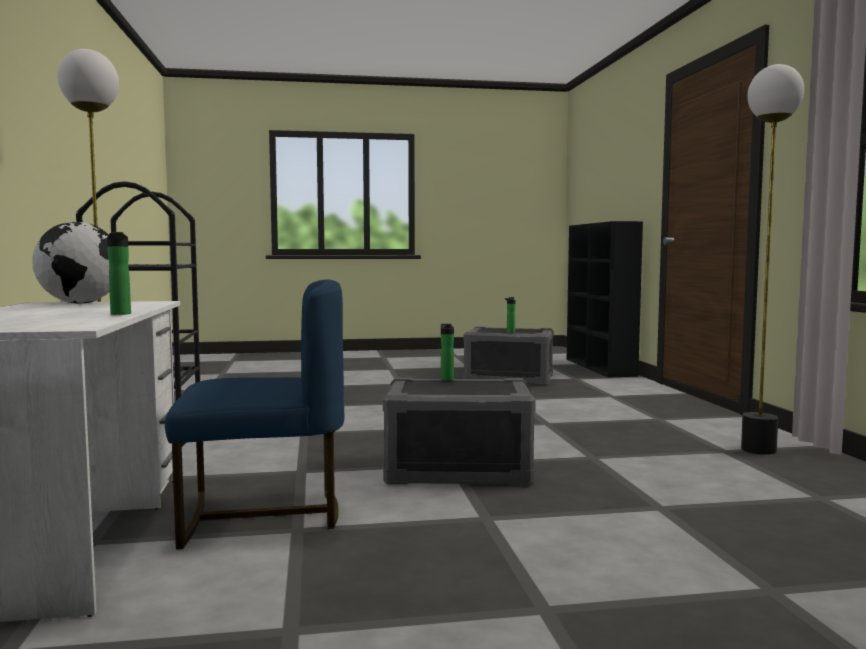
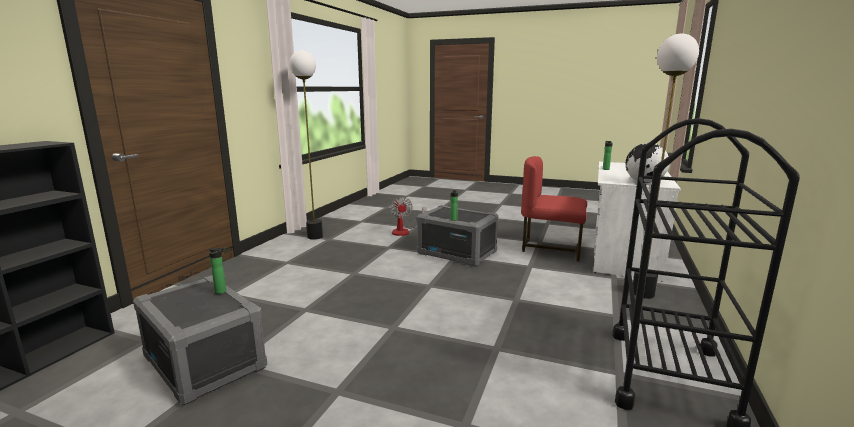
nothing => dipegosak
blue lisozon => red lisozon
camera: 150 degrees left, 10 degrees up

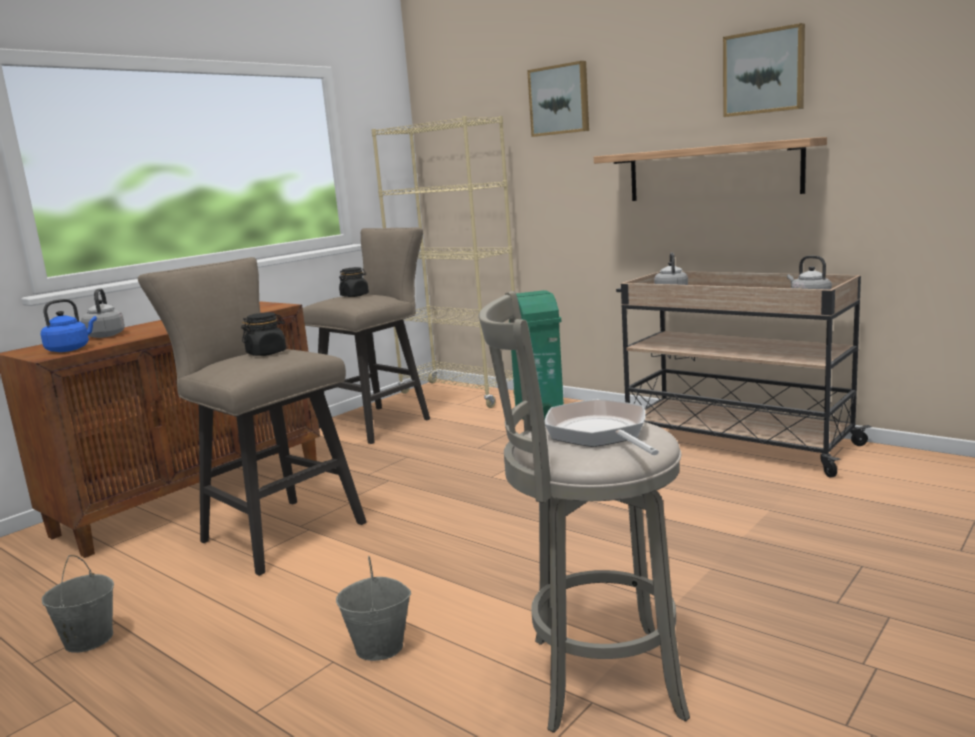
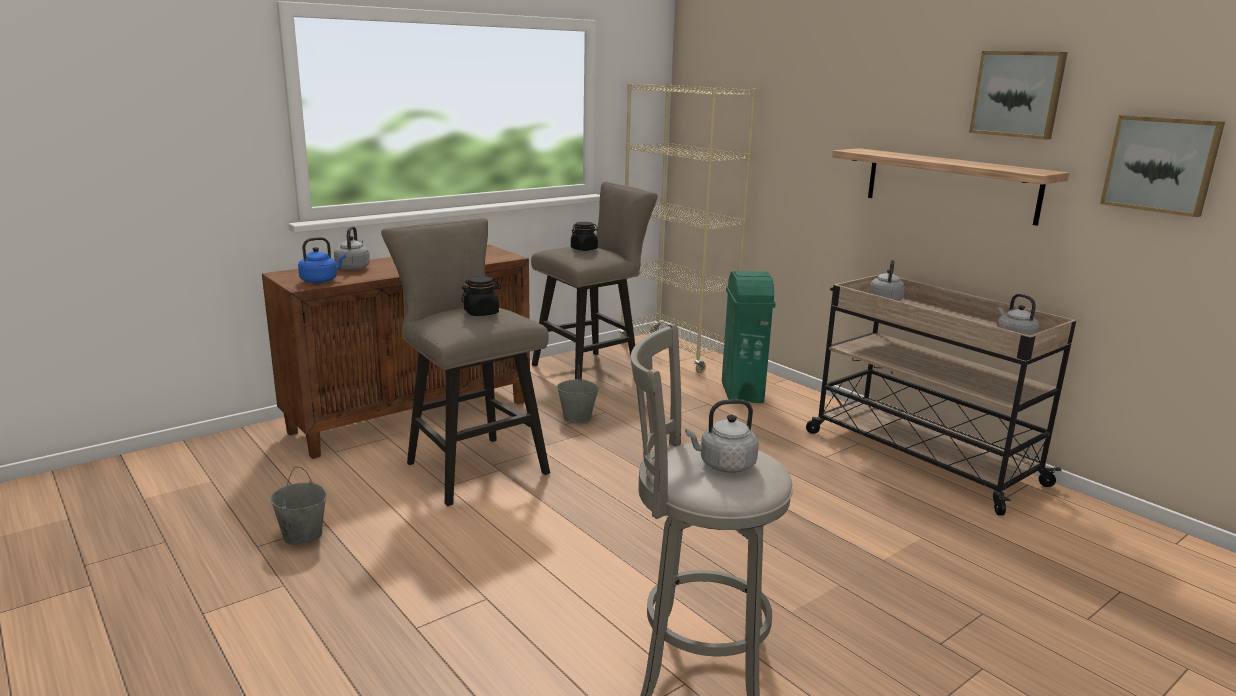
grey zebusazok (no. 2 from left), shifted
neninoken => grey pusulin (no. 2 from left)
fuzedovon (no. 1 from left in the first image) => fuzedovon (no. 2 from left), shifted
camera: 10 degrees right, 5 degrees up

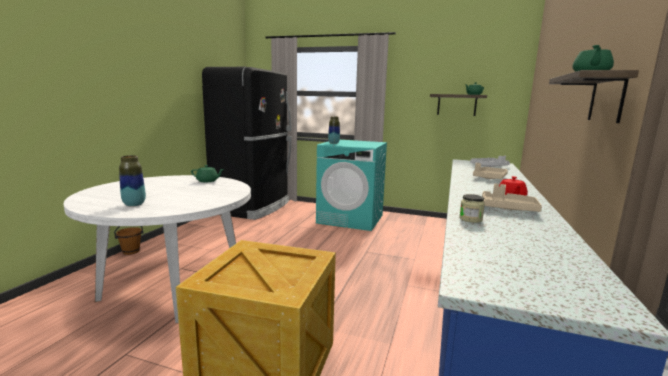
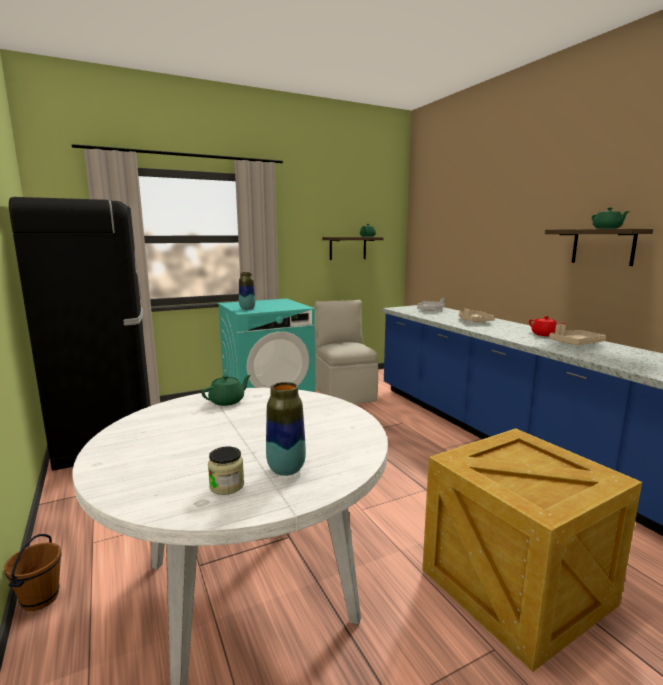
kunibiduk, shifted
nothing => beige lisozon
camera: 45 degrees left, 0 degrees up

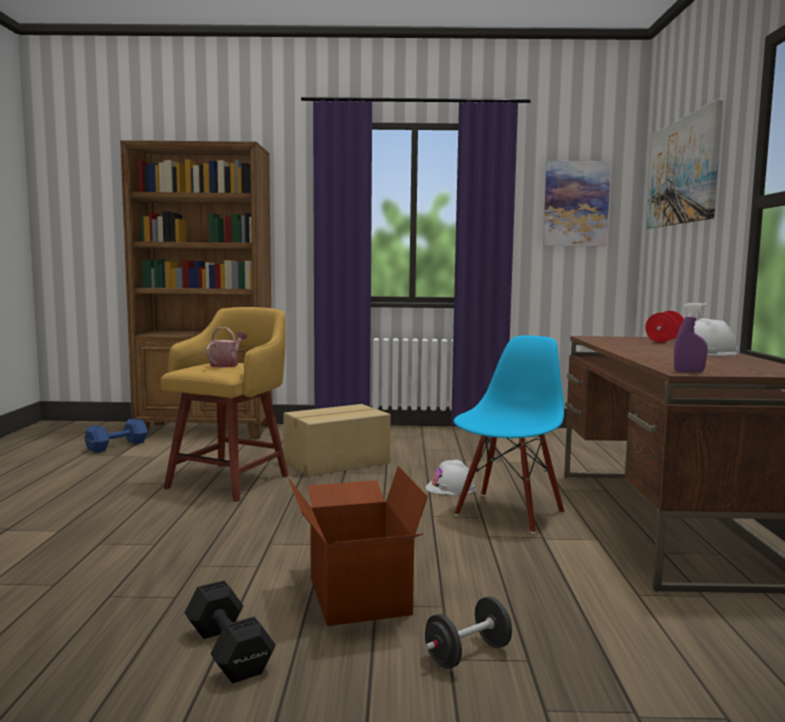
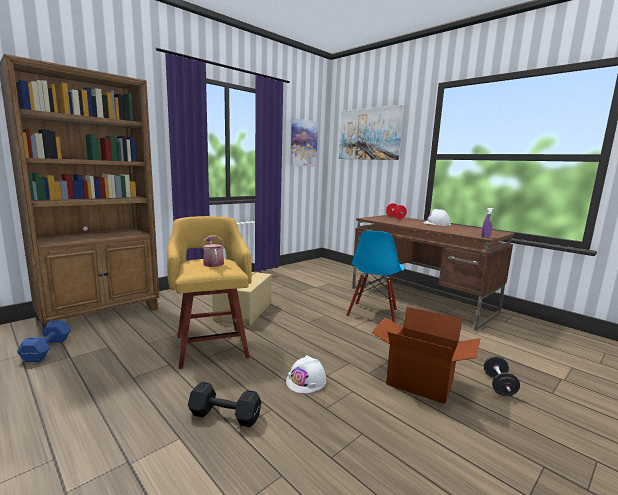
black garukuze (no. 1 from left), shifted
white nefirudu (no. 1 from left), shifted
blue lisozon, 150 degrees counterclockwise
camera: 45 degrees left, 5 degrees up

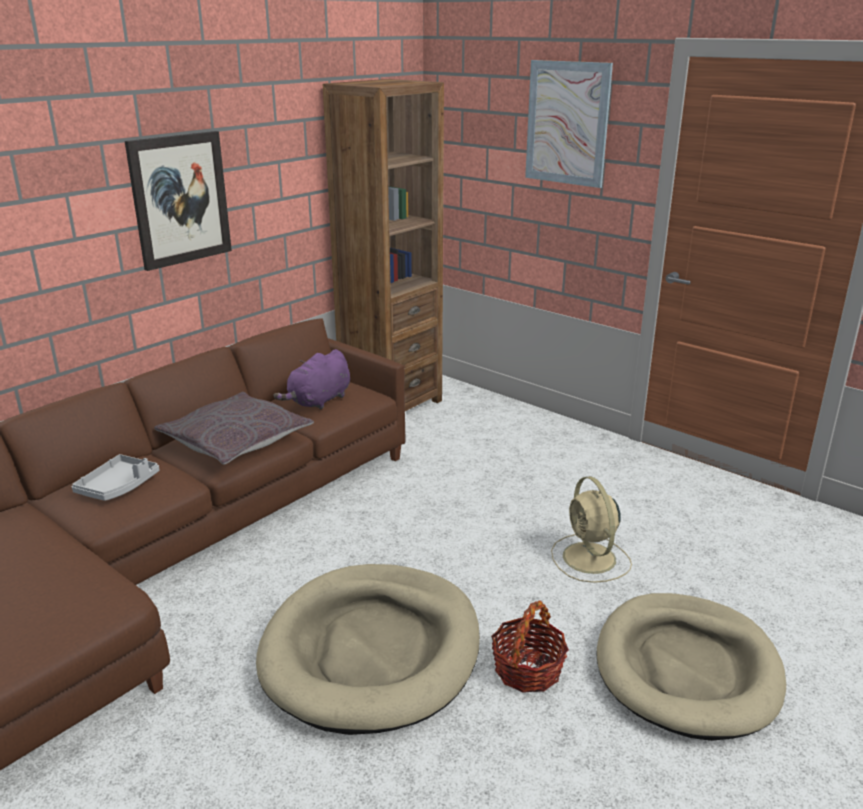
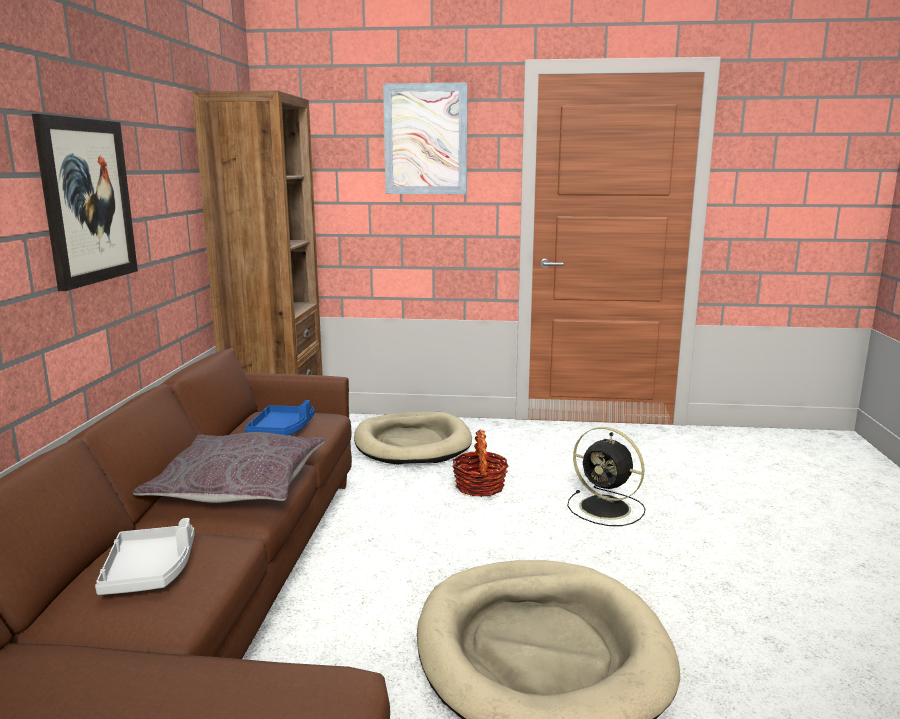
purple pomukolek => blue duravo
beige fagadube (no. 2 from left in the first image) => beige fagadube (no. 1 from left), shifted
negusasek, shifted
beige dipegosak => black dipegosak
camera: 35 degrees left, 10 degrees down

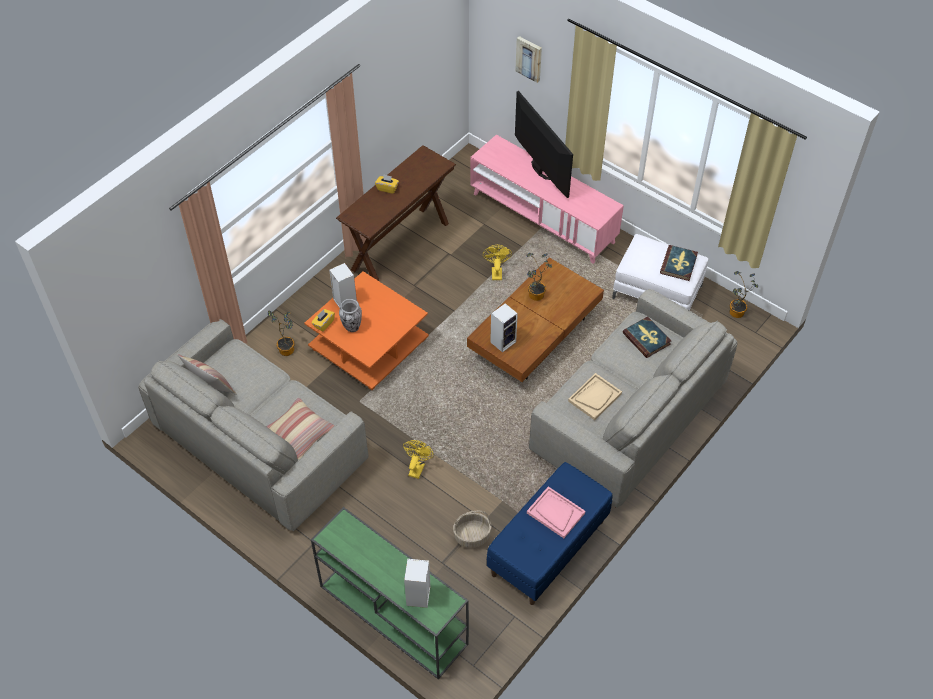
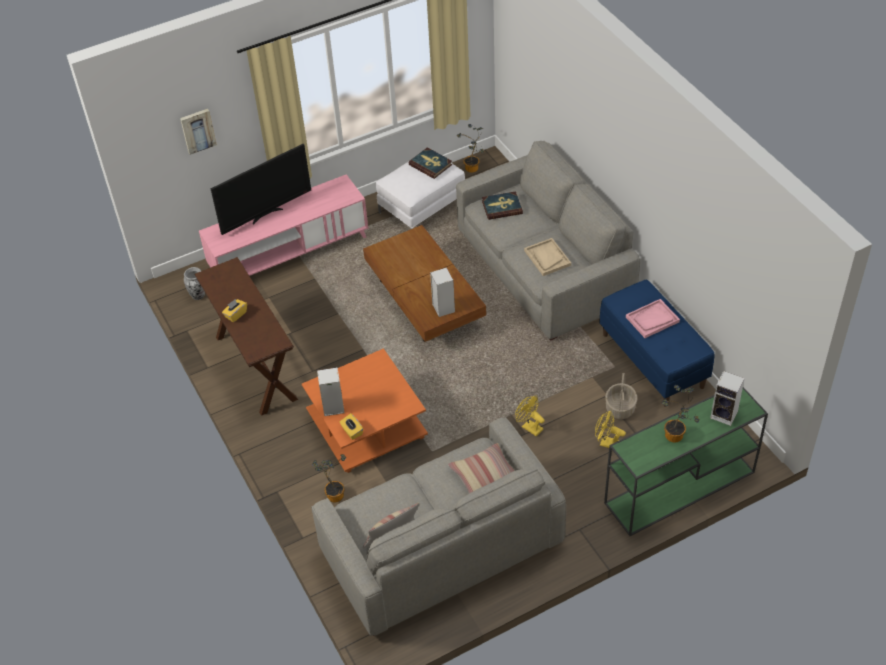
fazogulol, shifted
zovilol, 150 degrees clockwise
yellow dipegosak (no. 2 from left), shifted
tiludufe (no. 2 from left in the first image) => tiludufe (no. 3 from left), shifted
camera: 65 degrees left, 5 degrees down

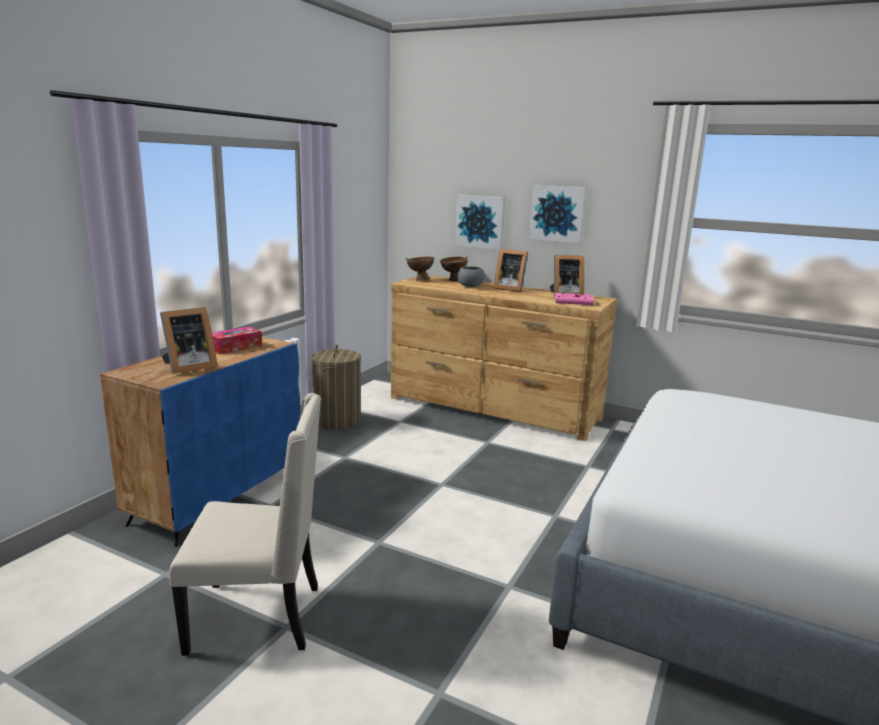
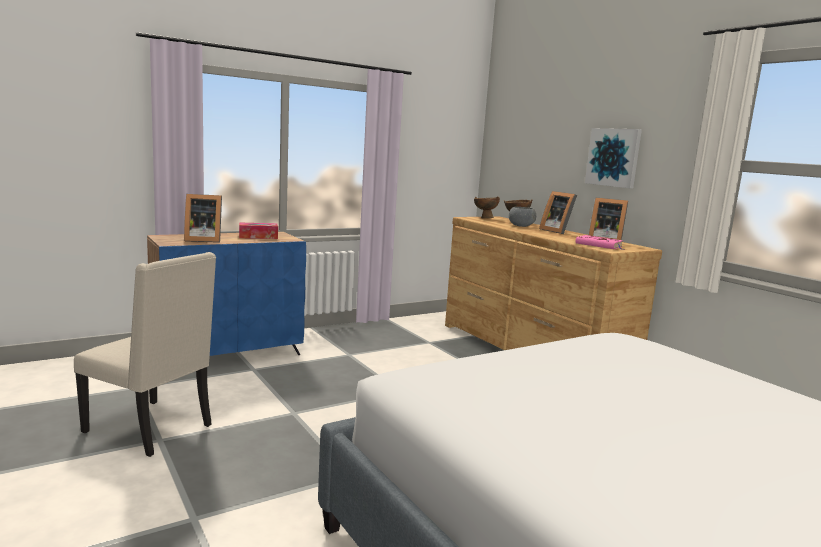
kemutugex => nothing
fuzedovon (no. 1 from left) => nothing
camera: 30 degrees right, 5 degrees down

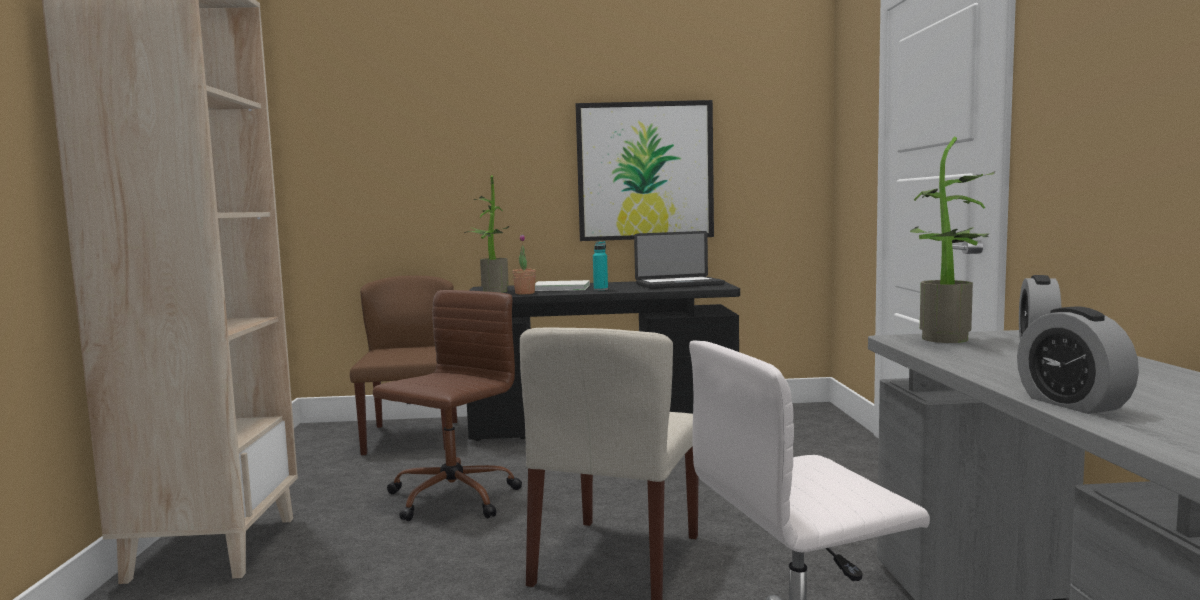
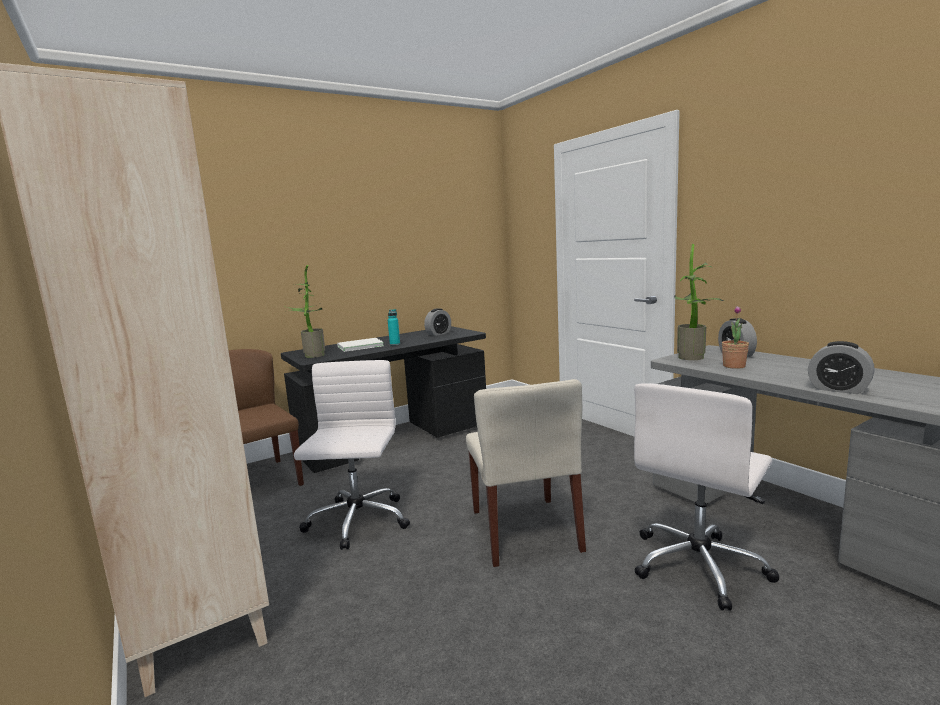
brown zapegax => white zapegax (no. 1 from left)
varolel => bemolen (no. 1 from left)
tiludufe (no. 2 from left in the first image) => tiludufe (no. 3 from left), shifted
fuzedovon => nothing
camera: 30 degrees left, 5 degrees up

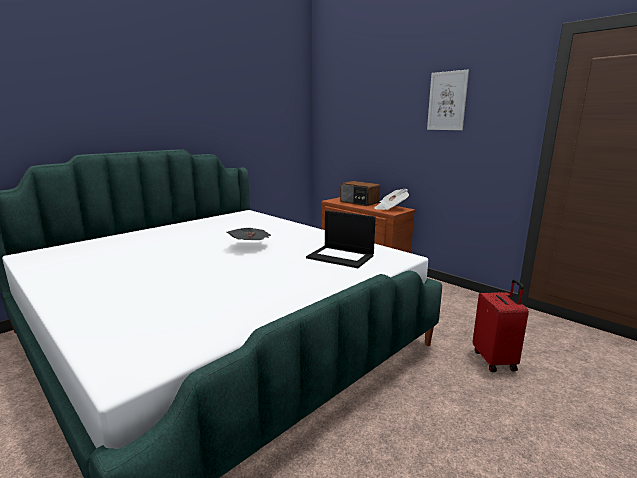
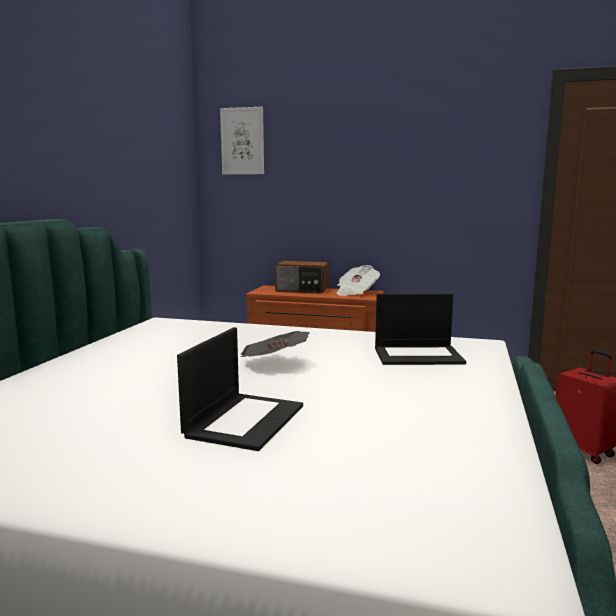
nothing => varolel (no. 1 from left)
fuzedovon, shifted
camera: 30 degrees left, 5 degrees down

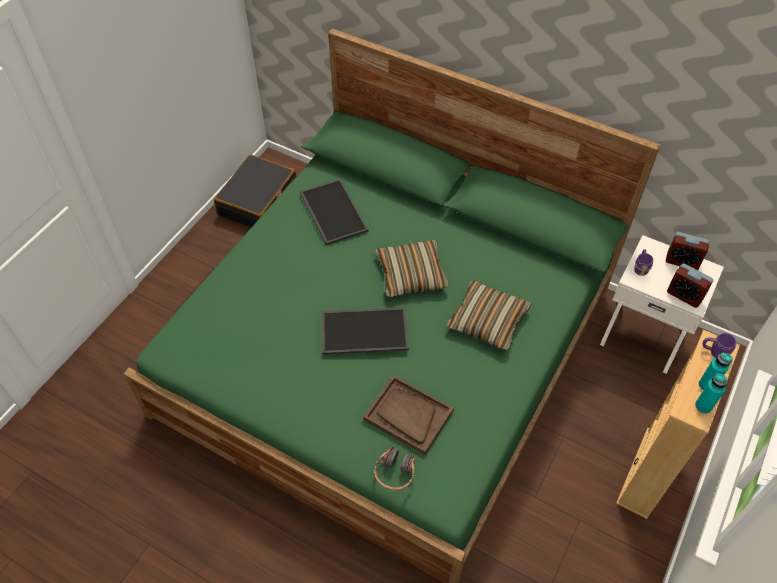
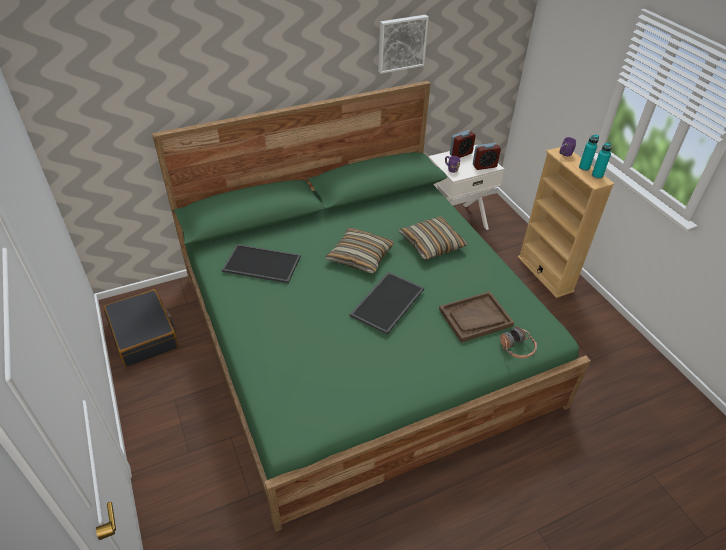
nothing => fuzedovon
camera: 55 degrees left, 10 degrees down

